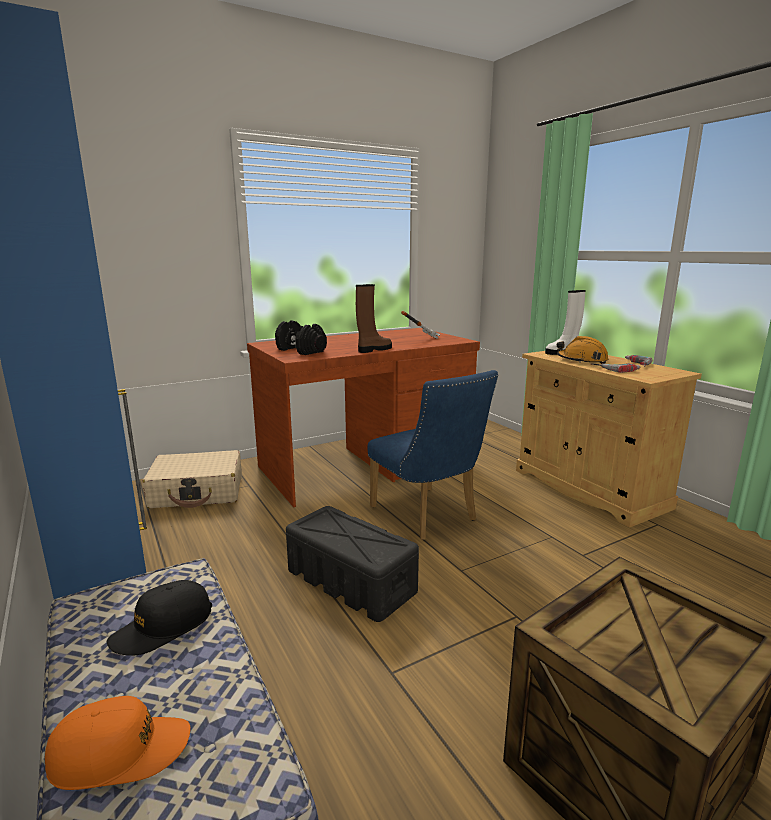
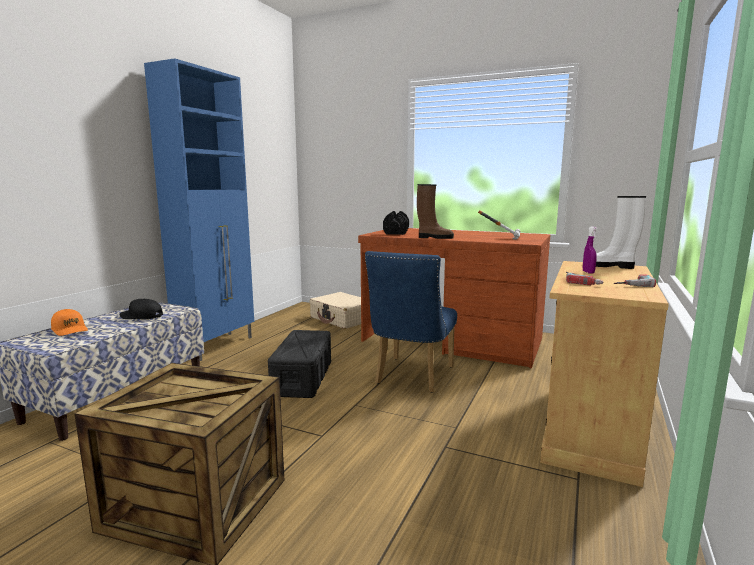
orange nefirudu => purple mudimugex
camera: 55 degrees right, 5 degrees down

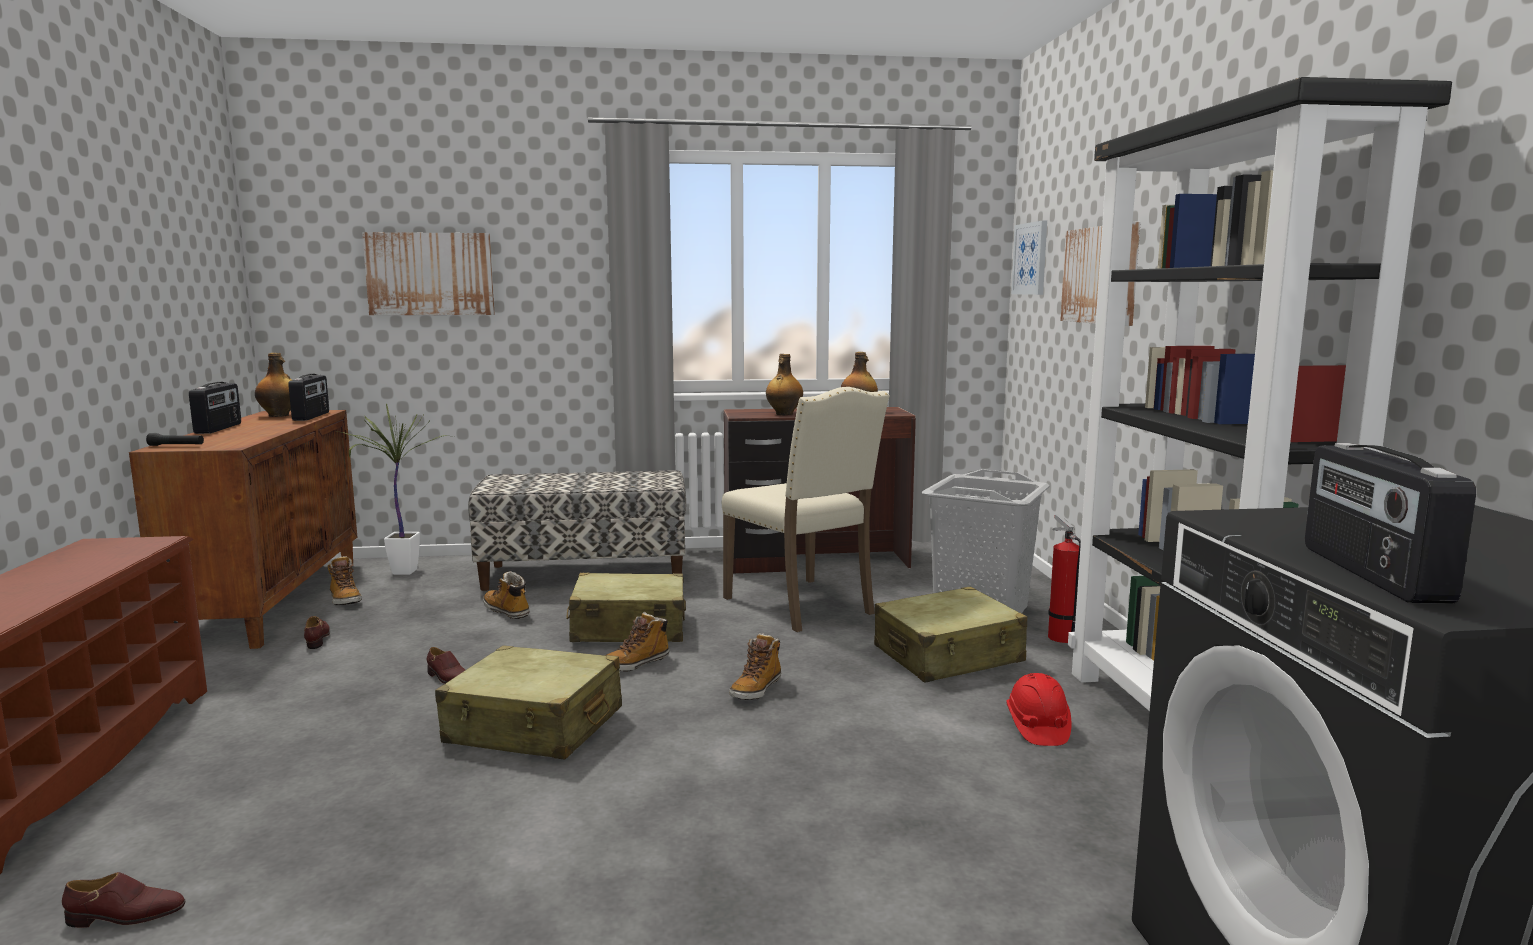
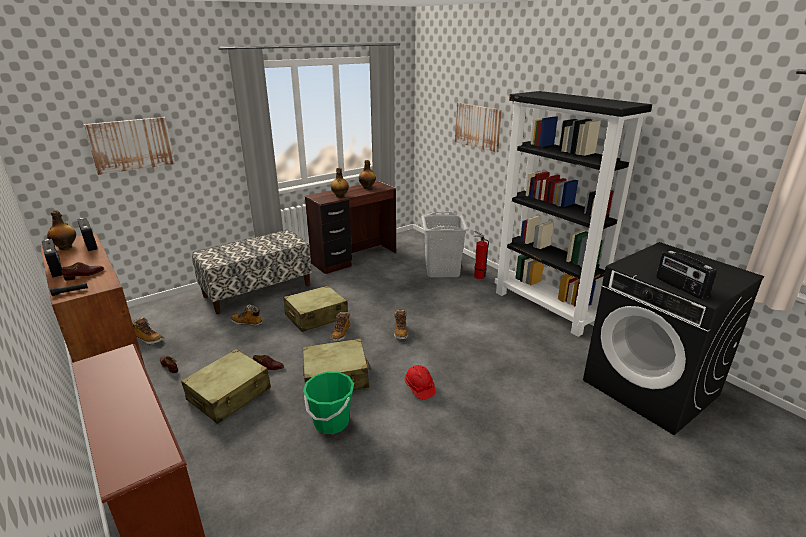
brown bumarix (no. 1 from left), shifted
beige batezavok (no. 3 from left in the first image) => beige batezavok (no. 1 from left), shifted
nothing => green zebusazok
red nefirudu, shifted
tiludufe => nothing
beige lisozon => nothing
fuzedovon (no. 2 from left) => nothing
camera: 30 degrees left, 15 degrees up

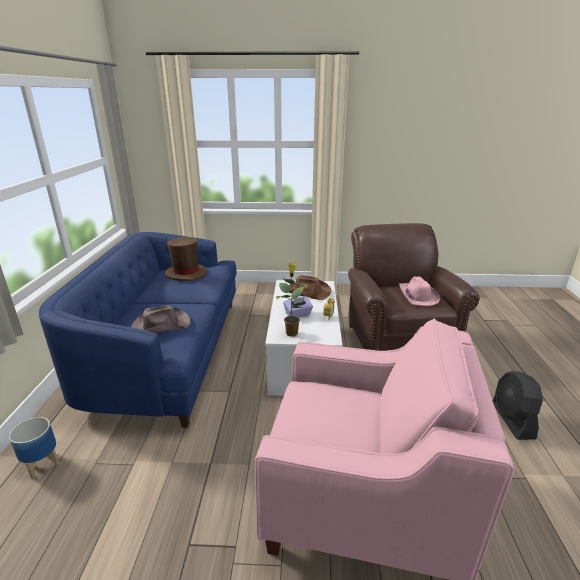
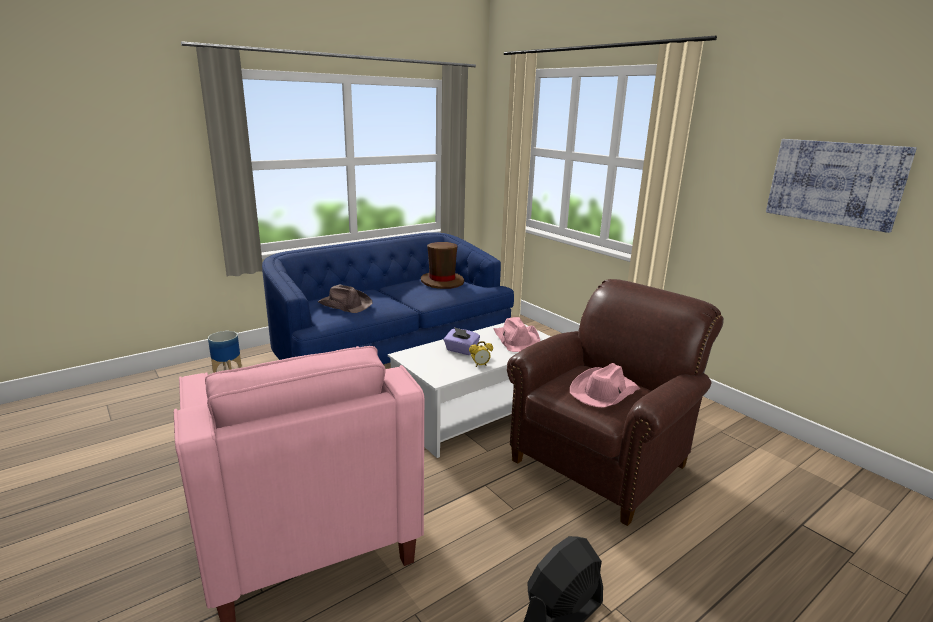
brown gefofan (no. 3 from left) => pink gefofan (no. 1 from left)
nothing => fuzedovon
tiludufe => nothing
camera: 50 degrees right, 5 degrees down

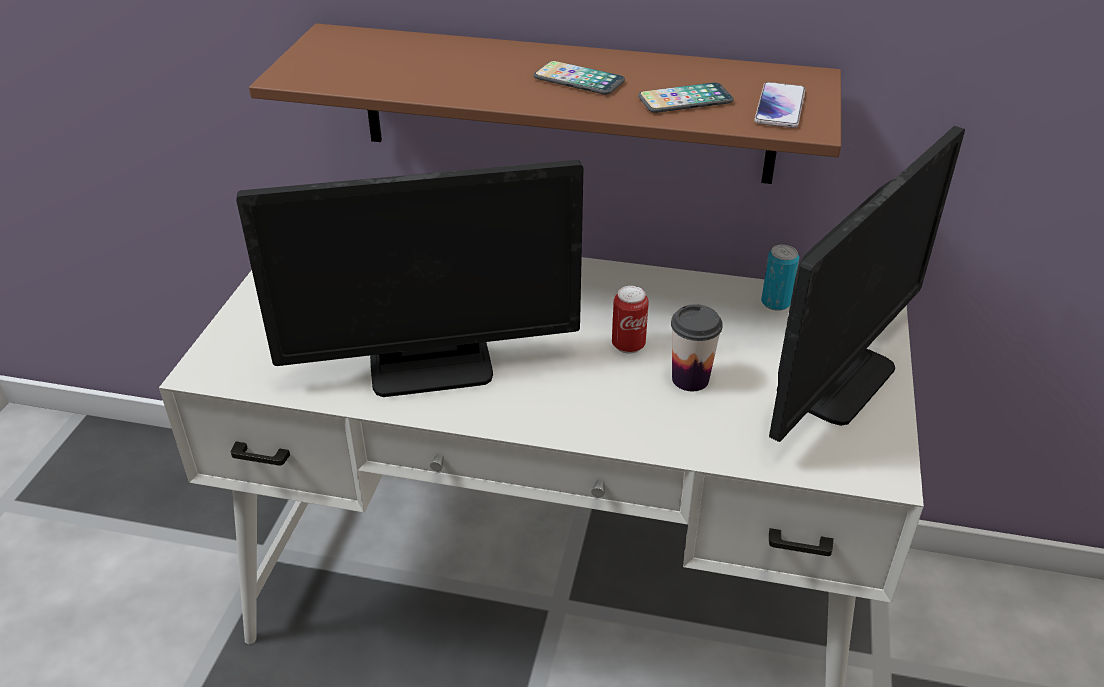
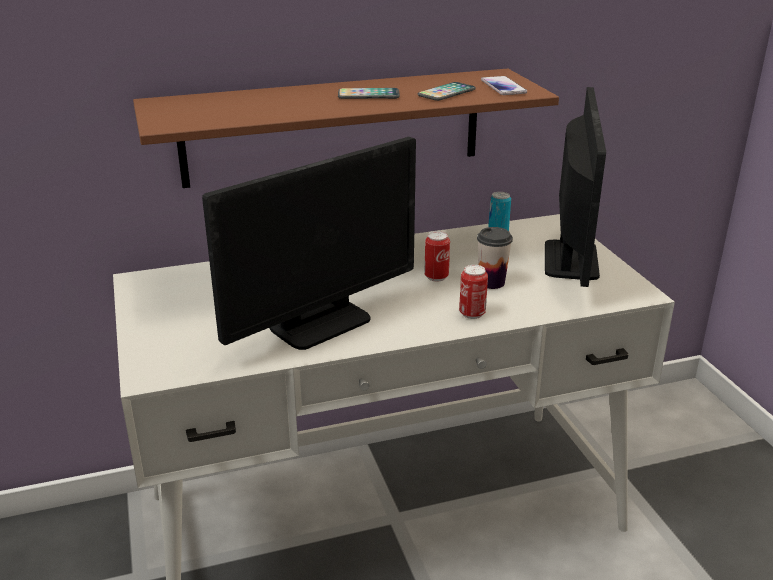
nothing => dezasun (no. 2 from left)
camera: 30 degrees left, 10 degrees down

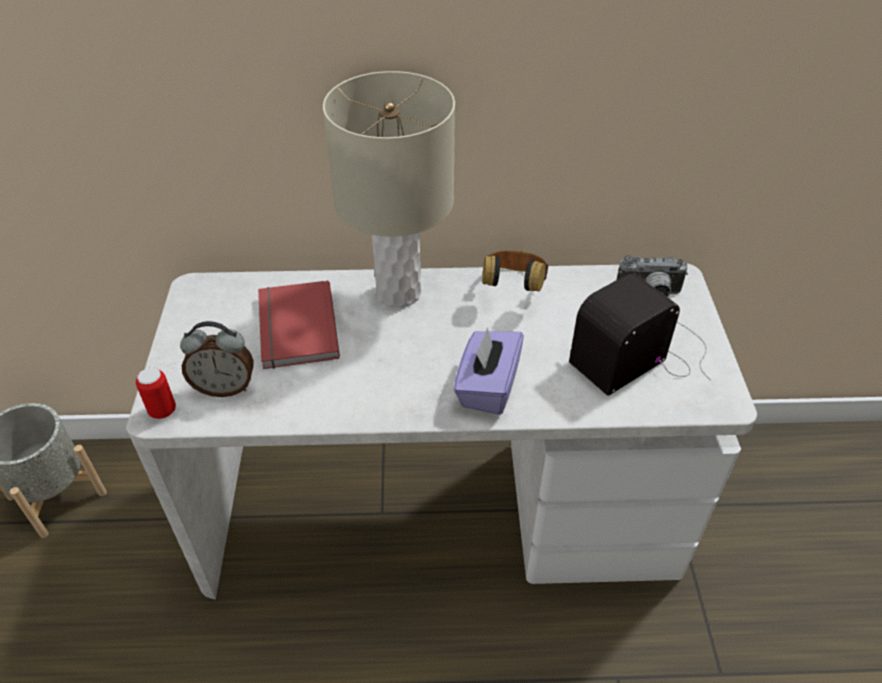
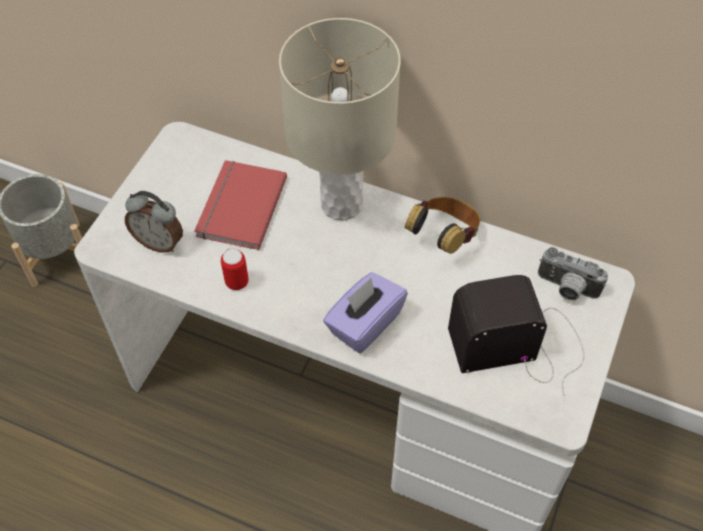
dezasun, shifted
camera: 25 degrees right, 10 degrees up

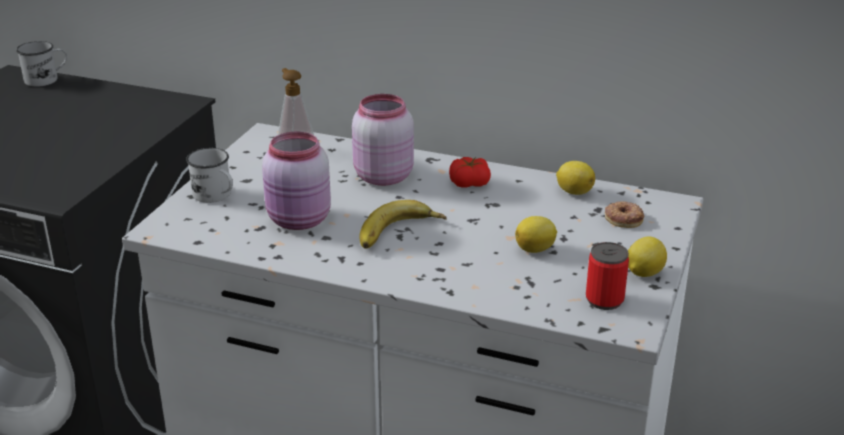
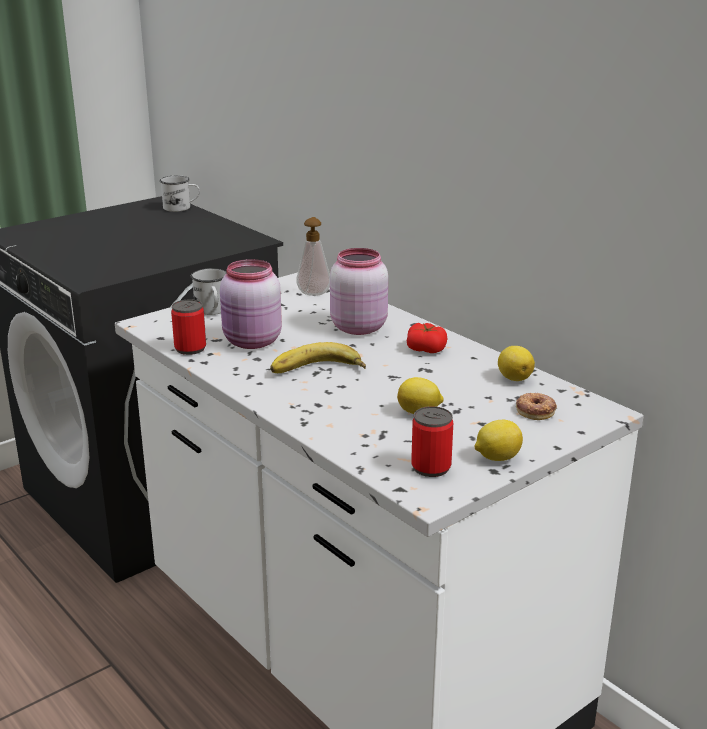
nothing => dezasun (no. 1 from left)
camera: 30 degrees right, 5 degrees down

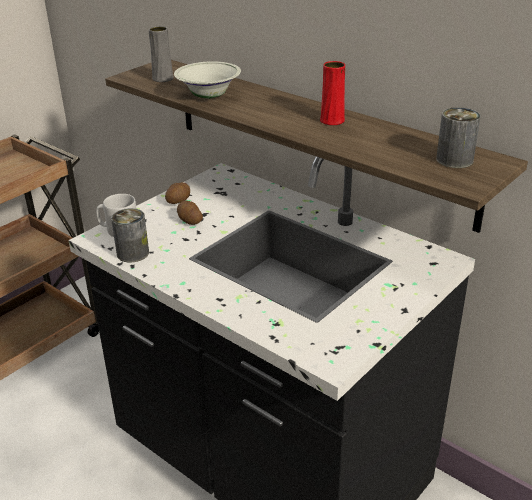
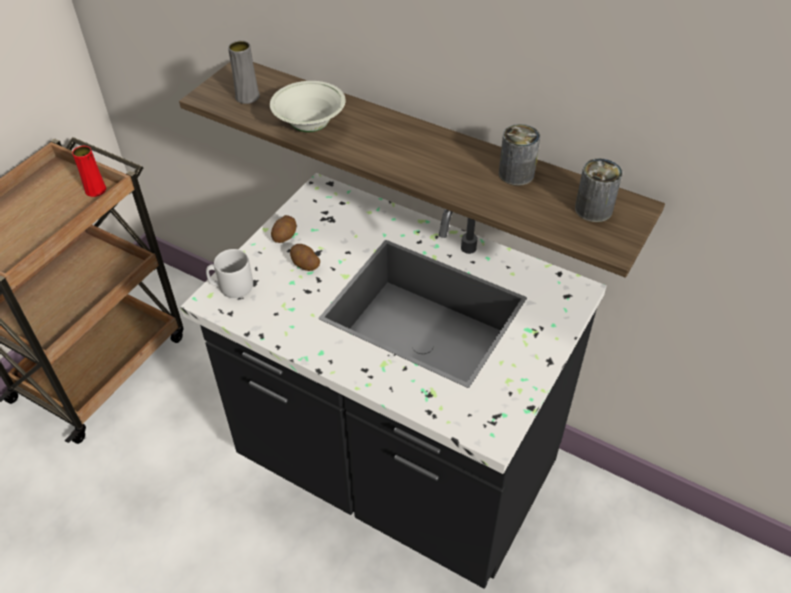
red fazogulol, shifted
dezasun (no. 1 from left), shifted
camera: 10 degrees left, 15 degrees up

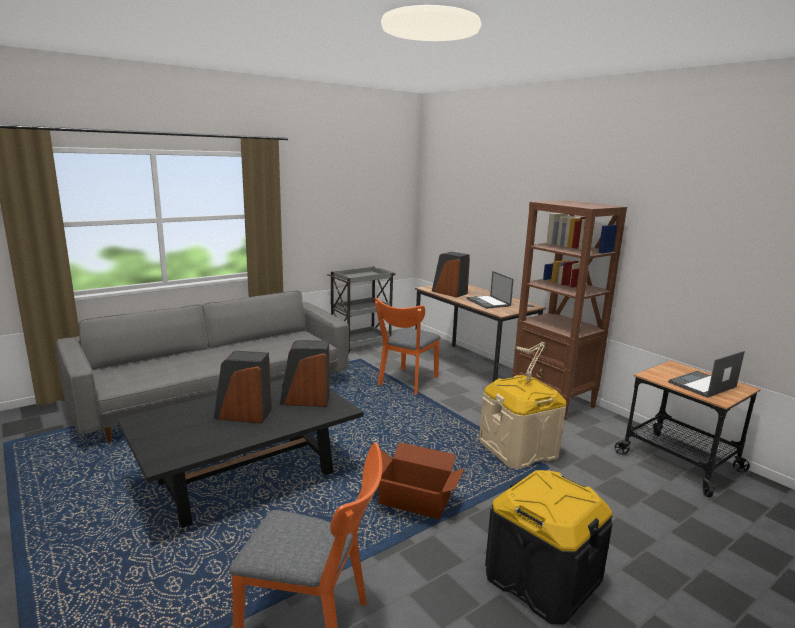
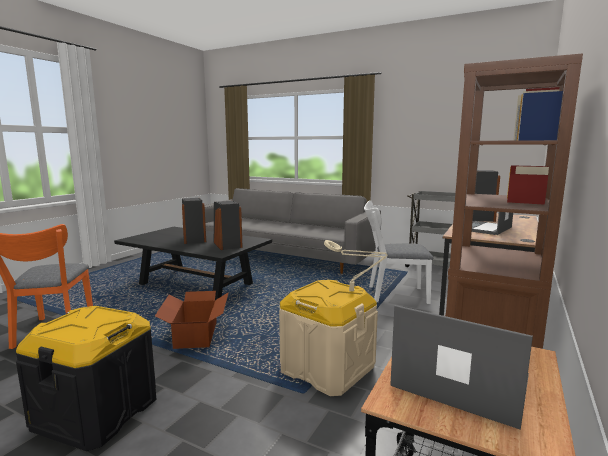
orange lisozon (no. 2 from left) => white lisozon
camera: 65 degrees right, 5 degrees down

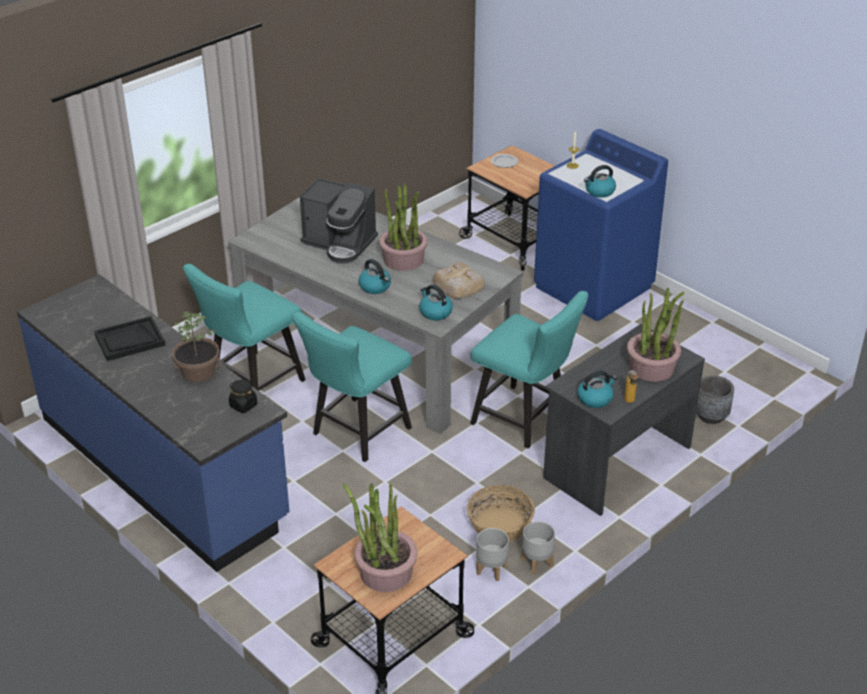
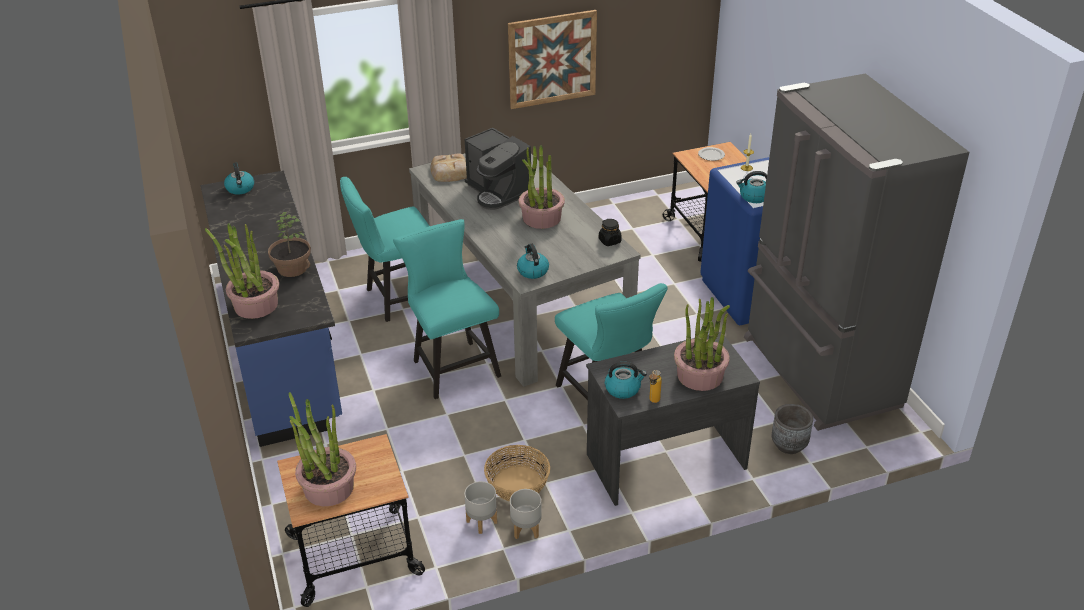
nothing => tiludufe (no. 1 from left)
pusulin (no. 1 from left), shifted
turquoise lisozon (no. 2 from left), 90 degrees clockwise
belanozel, shifted
nothing => fuzedovon
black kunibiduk, shifted
nothing => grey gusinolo
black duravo => nothing
camera: 25 degrees right, 0 degrees up

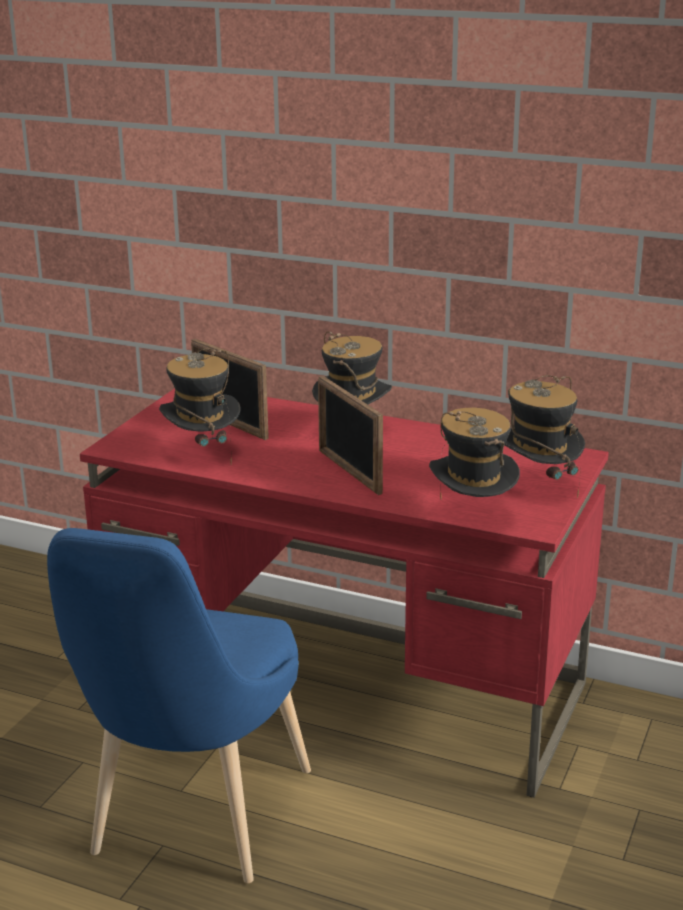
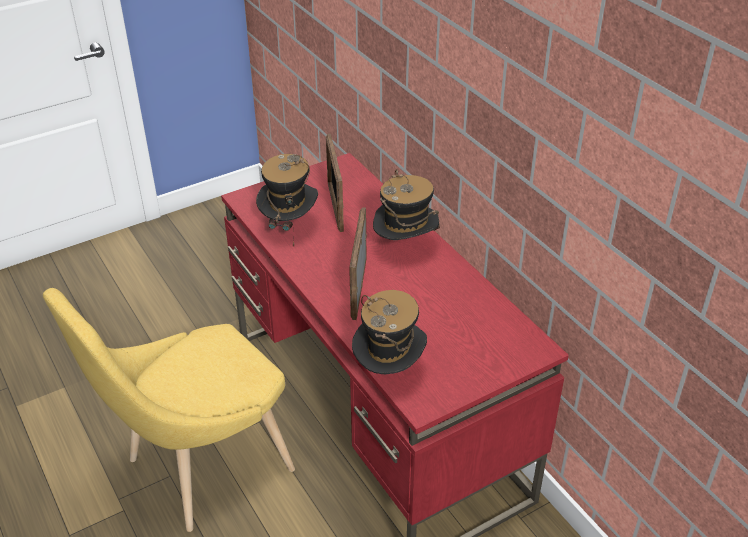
blue lisozon => yellow lisozon
gefofan (no. 4 from left) => nothing
camera: 35 degrees right, 15 degrees up

